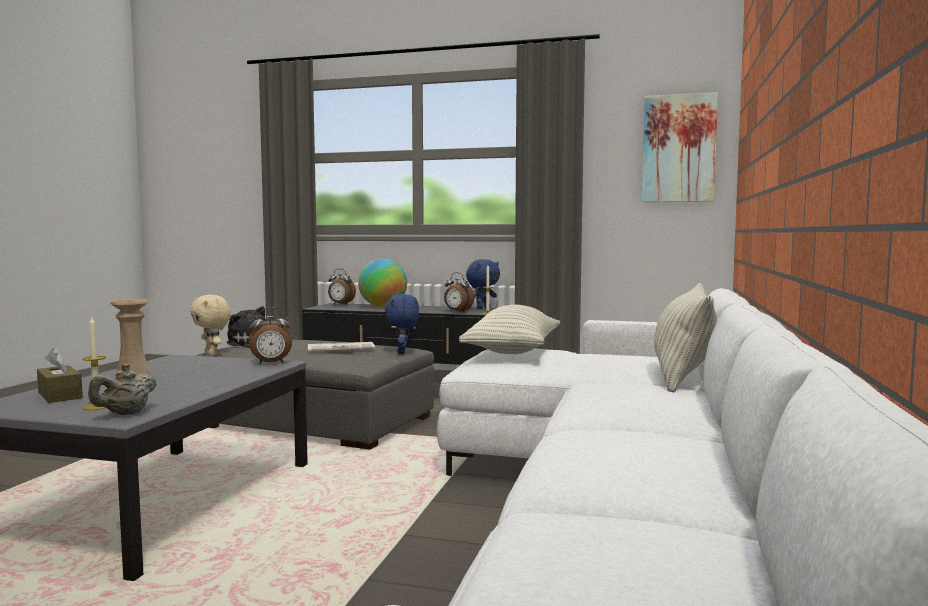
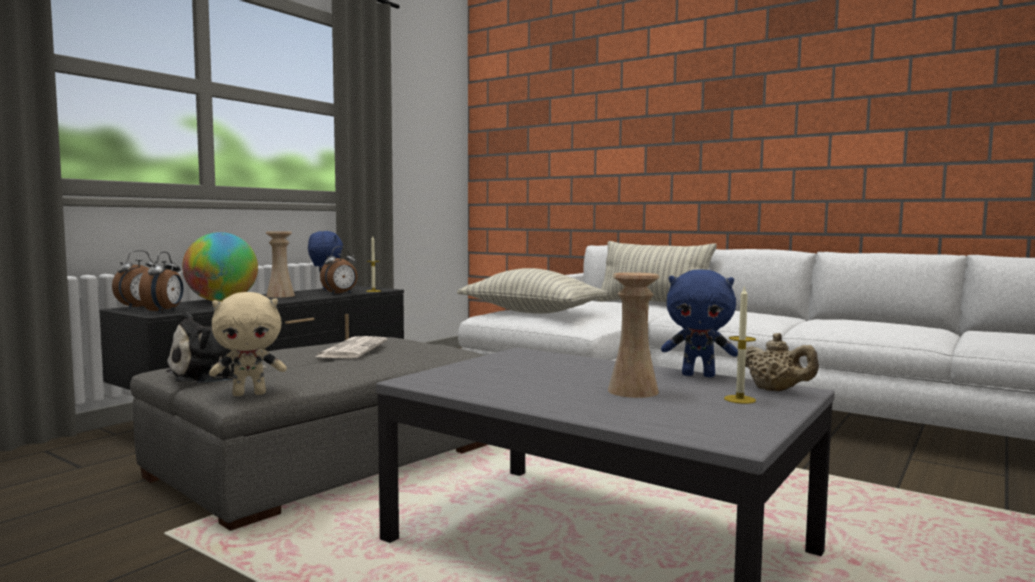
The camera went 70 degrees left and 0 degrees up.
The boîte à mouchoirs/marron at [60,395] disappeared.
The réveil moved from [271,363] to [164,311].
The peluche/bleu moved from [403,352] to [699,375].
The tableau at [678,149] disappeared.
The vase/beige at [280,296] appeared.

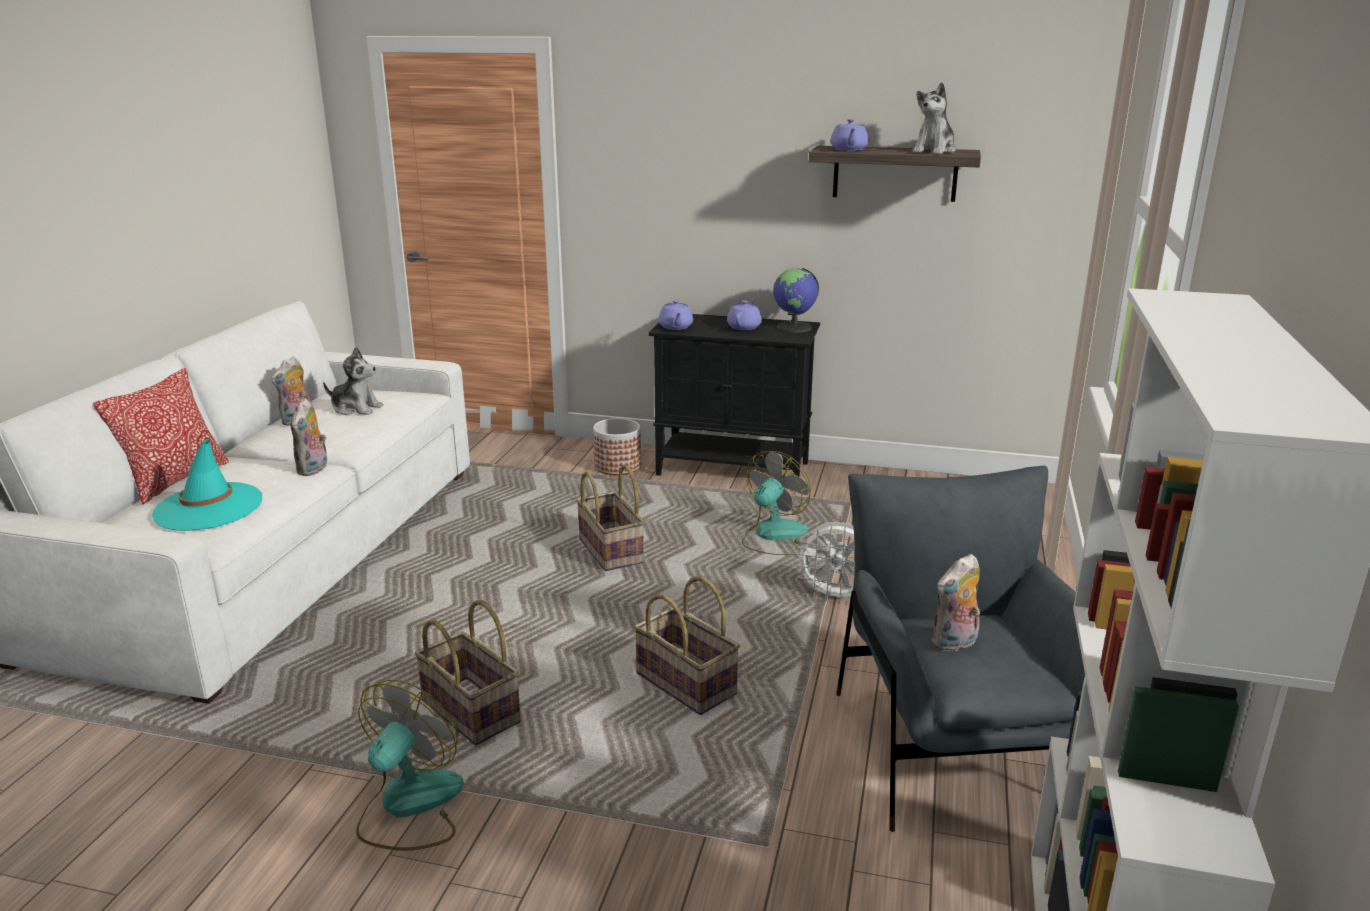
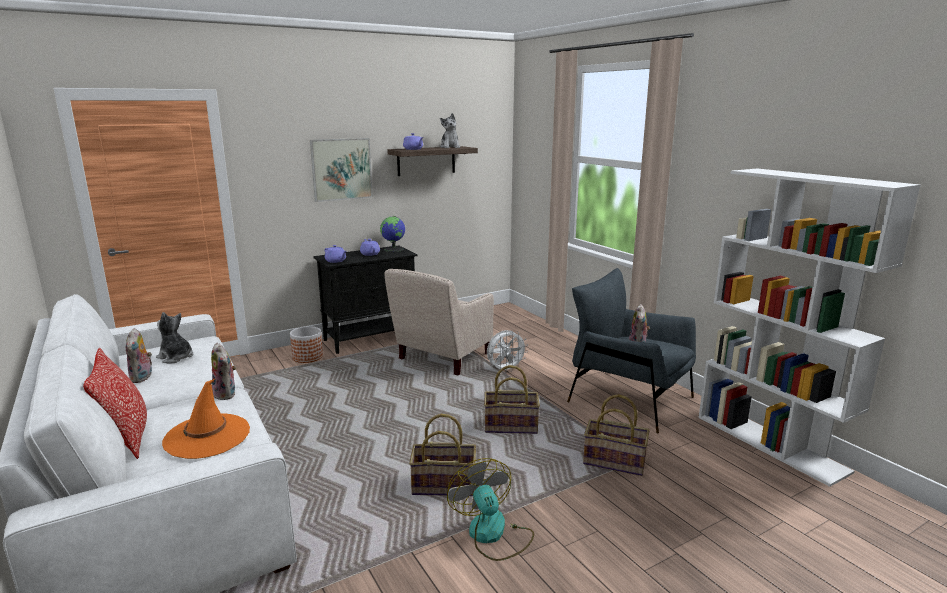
The camera went 45 degrees left and 5 degrees down.
The chapeau/turquoise at [208,507] became the chapeau/orange at [207,436].
The peluche at [356,408] turned 120 degrees counterclockwise.
The panier moved from [612,551] to [614,461].
The ventilateur at [773,537] was replaced by the fauteuil/beige at [440,358].
The tableau at [341,169] appeared.

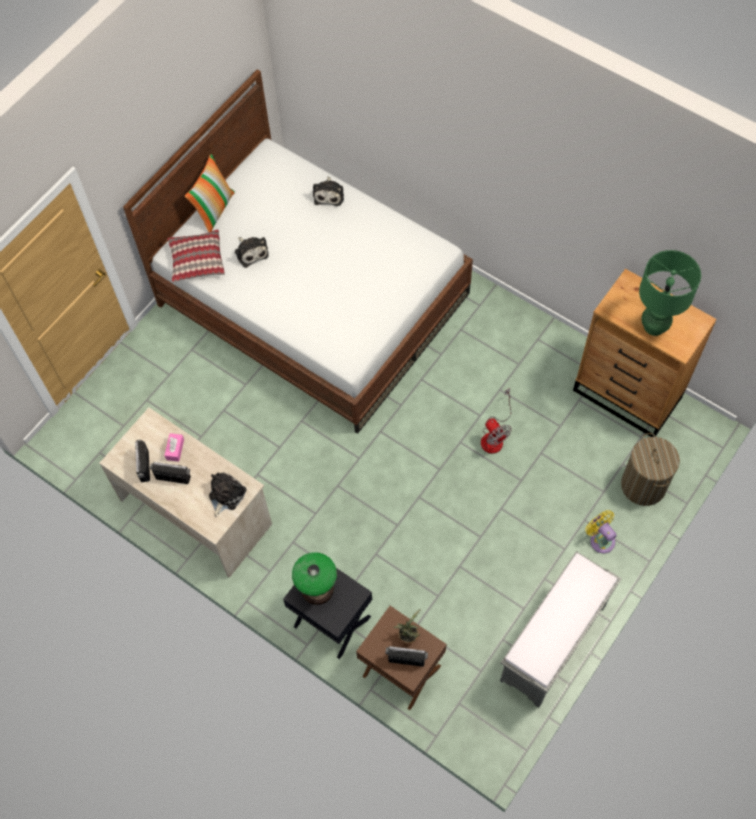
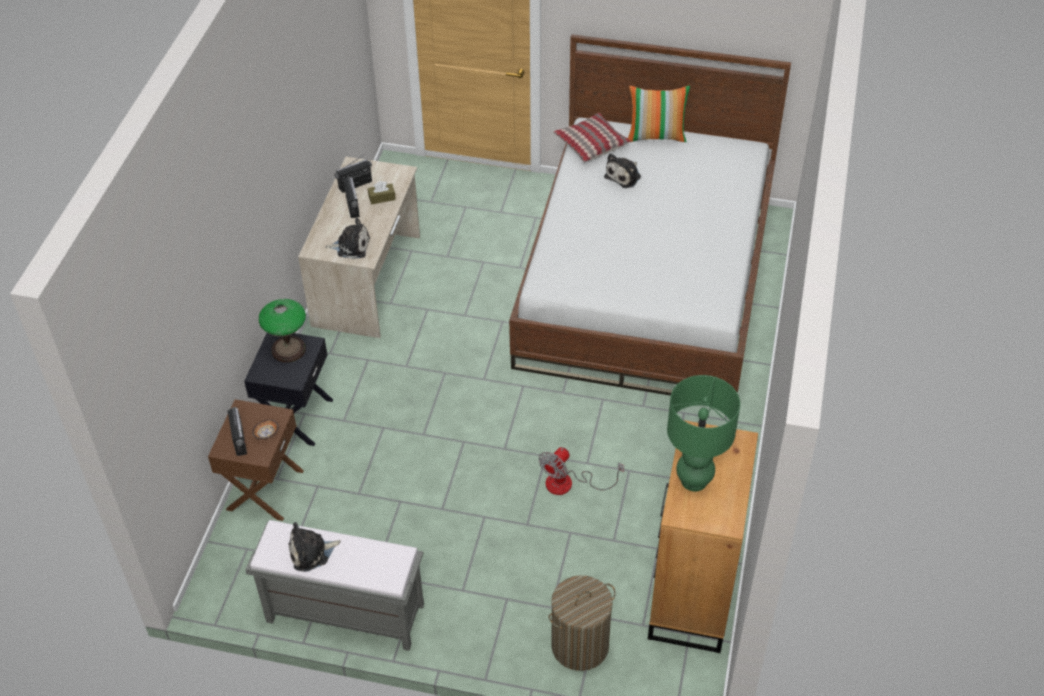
The camera went 65 degrees right and 15 degrees down.
The boîte à mouchoirs/rose at [175,449] became the boîte à mouchoirs/marron at [382,198].
The peluche moved from [329,194] to [311,552].
The plante en pot at [408,635] was replaced by the bol at [265,433].
The ventilateur/jaune at [600,539] disappeared.

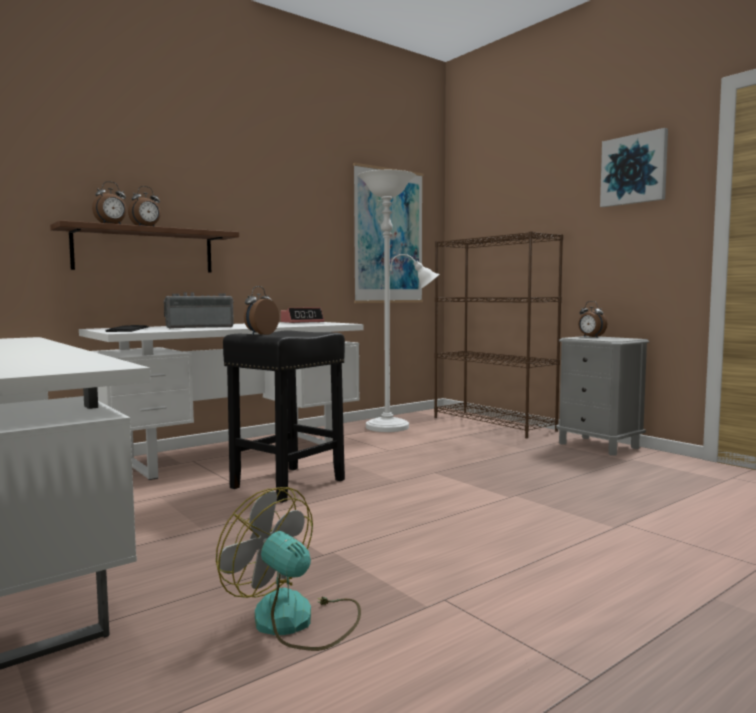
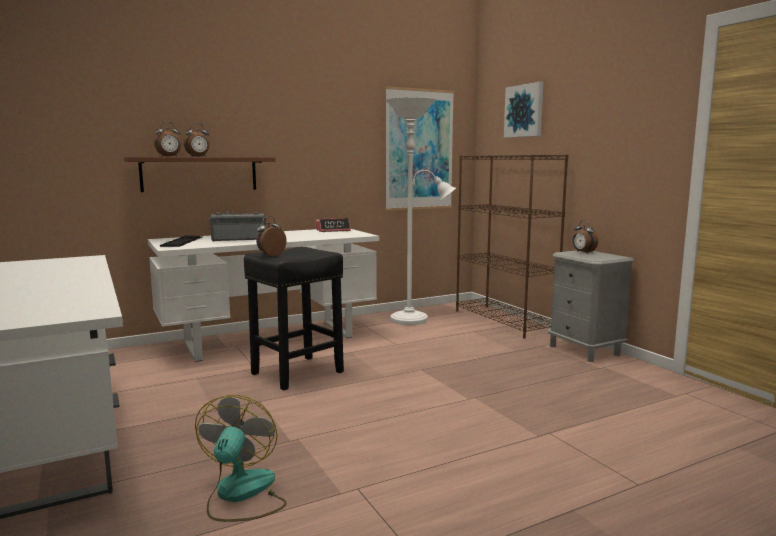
The camera went 10 degrees right and 5 degrees up.
The ventilateur at [296,621] turned 45 degrees clockwise.
The tableau moved from [634,169] to [524,111].

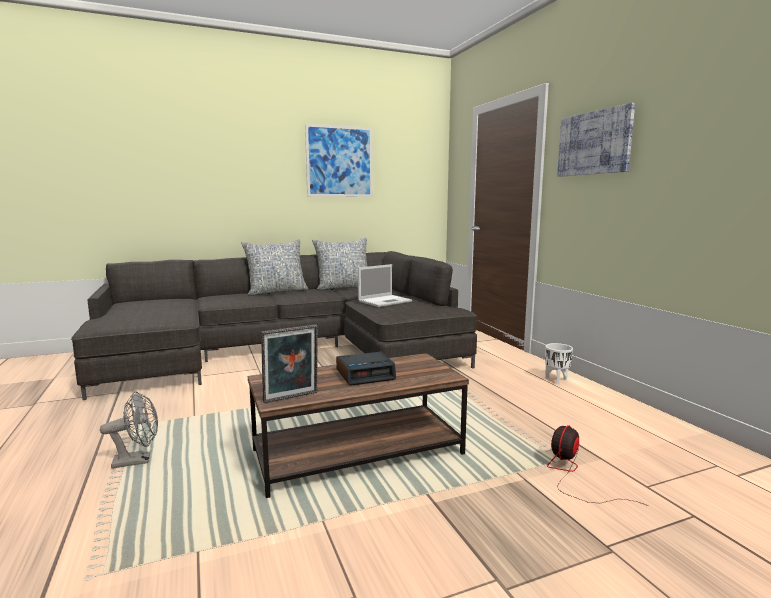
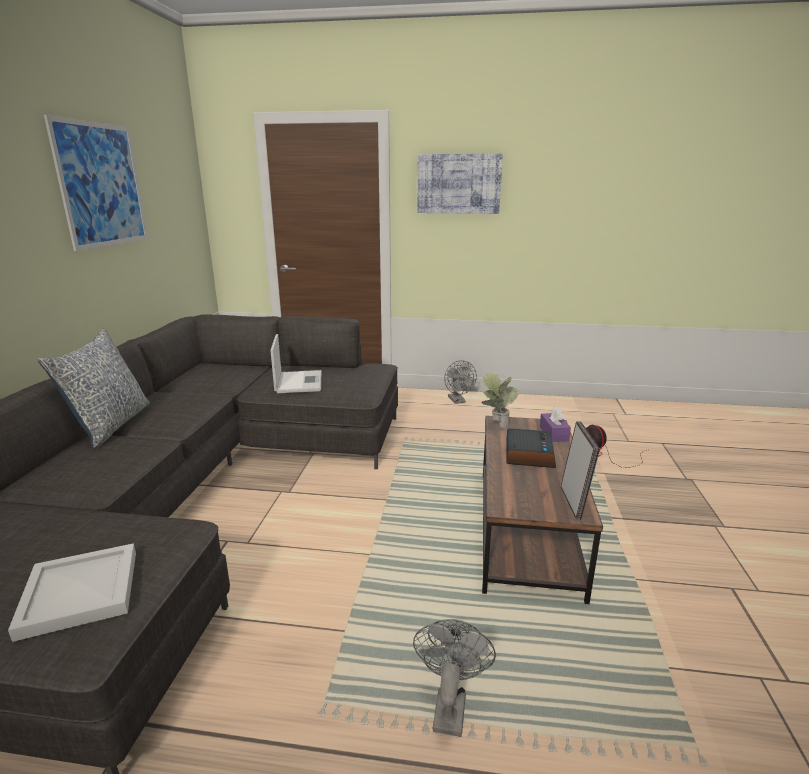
The camera went 60 degrees left and 10 degrees up.
The coussin at [343,287] disappeared.
The cache-pot/blanc at [557,380] was replaced by the ventilateur/gris at [458,401].
The plateau/blanc at [79,592] appeared.
The plante en pot at [496,424] appeared.
The boîte à mouchoirs/violet at [553,433] appeared.

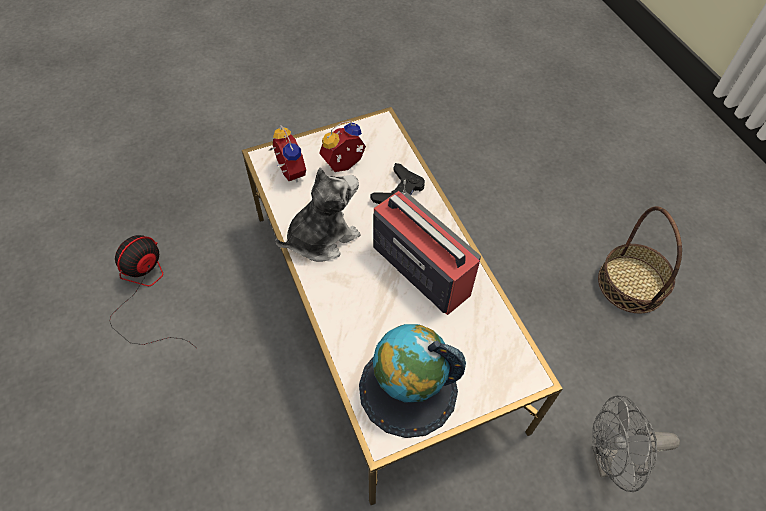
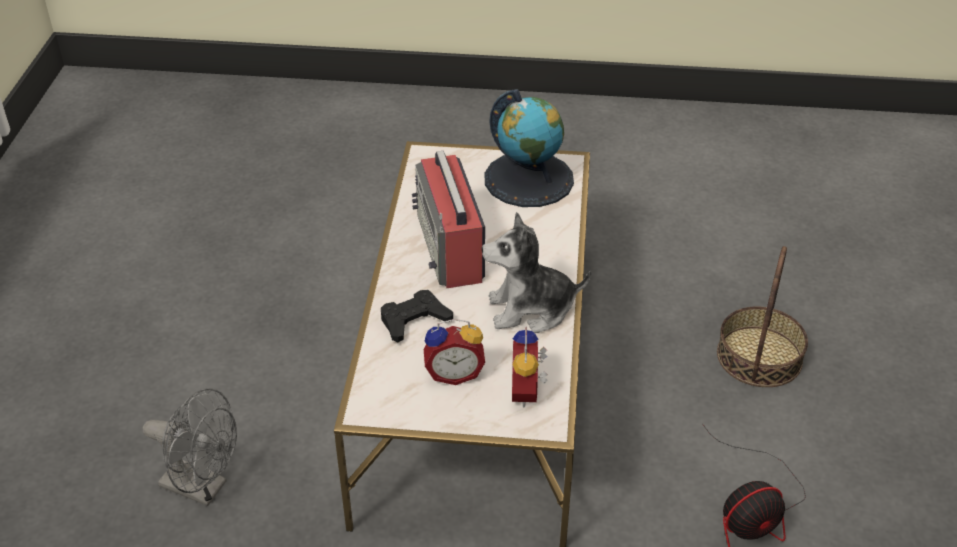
The camera went 150 degrees left and 15 degrees down.
The ventilateur/gris moved from [611,462] to [202,487].
The panier moved from [631,284] to [759,356].

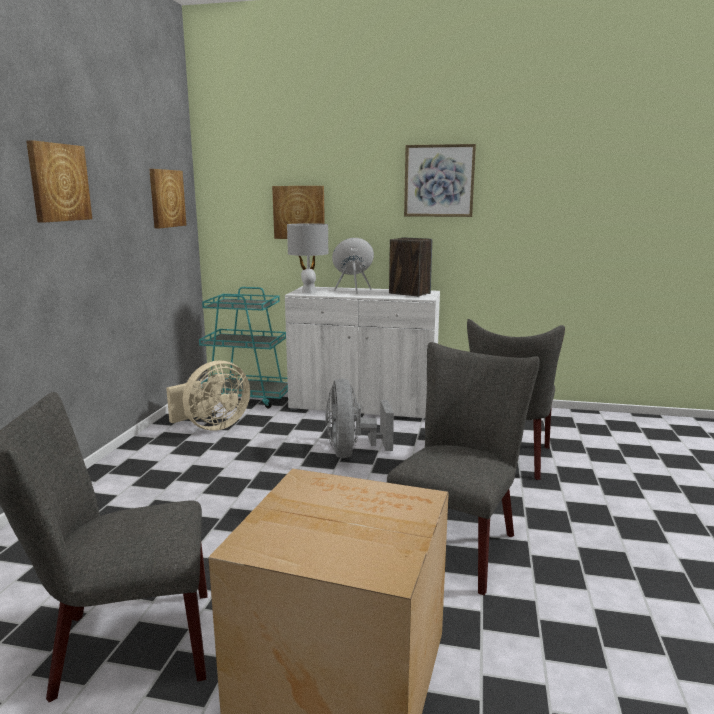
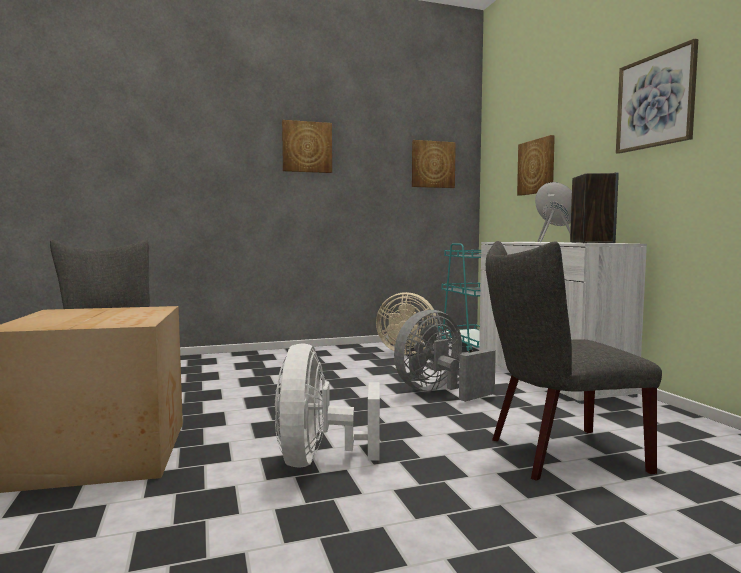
The camera went 60 degrees right and 10 degrees down.
The lampe de table/gris at [309,292] disappeared.
The chaise/gris at [457,543] was replaced by the ventilateur/blanc at [318,460].

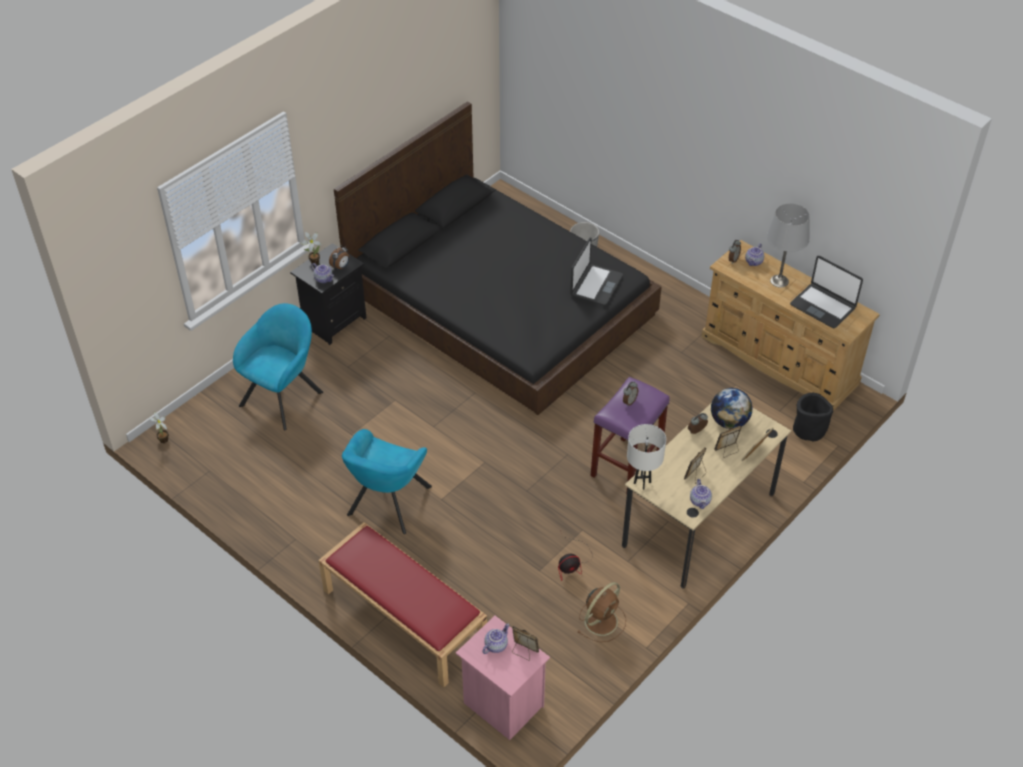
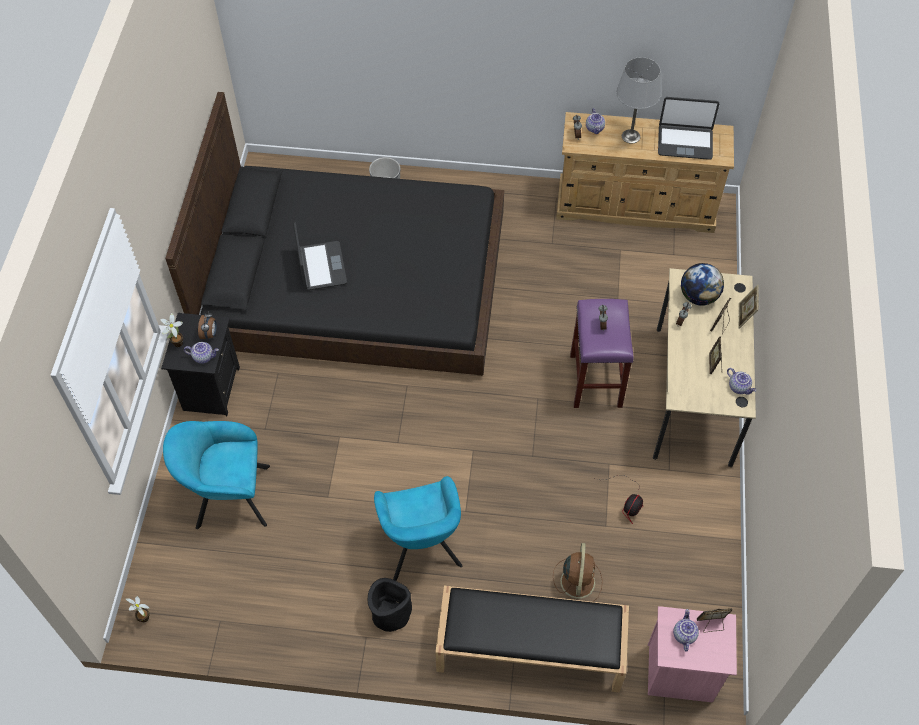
The camera went 35 degrees left and 10 degrees up.
The fauteuil/turquoise at [284,396] turned 90 degrees counterclockwise.
The banc/rouge at [403,617] became the banc/noir at [529,649].
The ordinateur portable moved from [595,285] to [321,266].
The ventilateur/marron moved from [602,620] to [577,580].
The lampe de table/blanc at [642,483] disappeared.
The cache-pot/noir moved from [809,430] to [391,613].

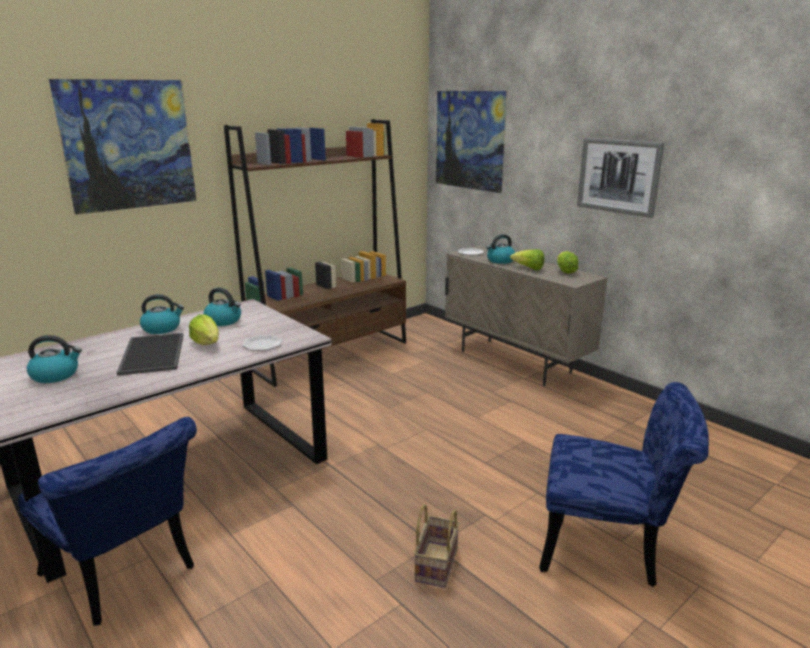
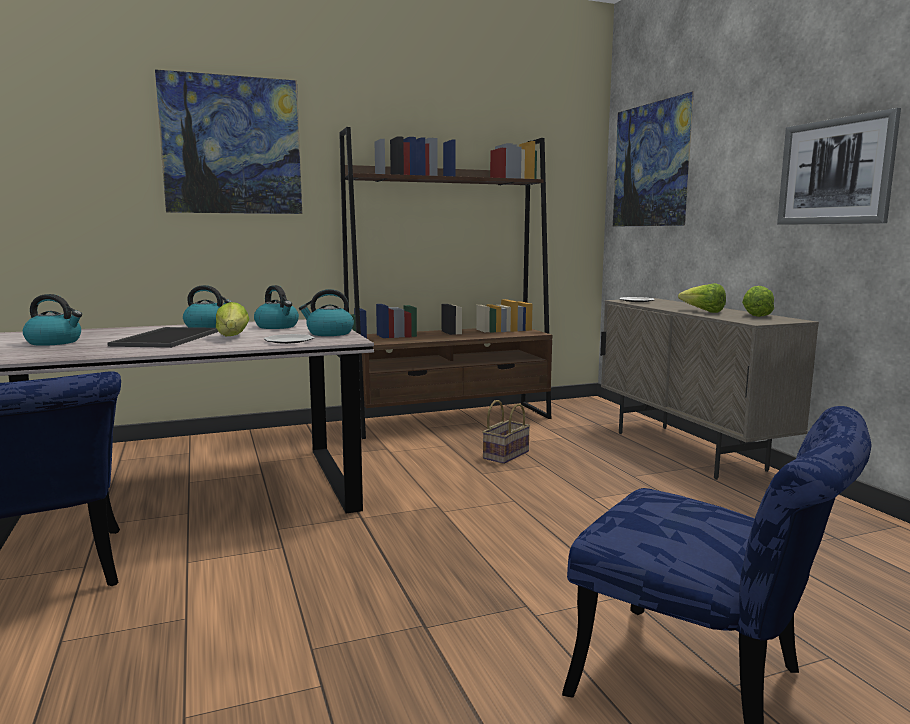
The camera went 20 degrees right and 10 degrees down.
The panier moved from [435,563] to [506,454].
The bouilloire moved from [500,261] to [329,333].

